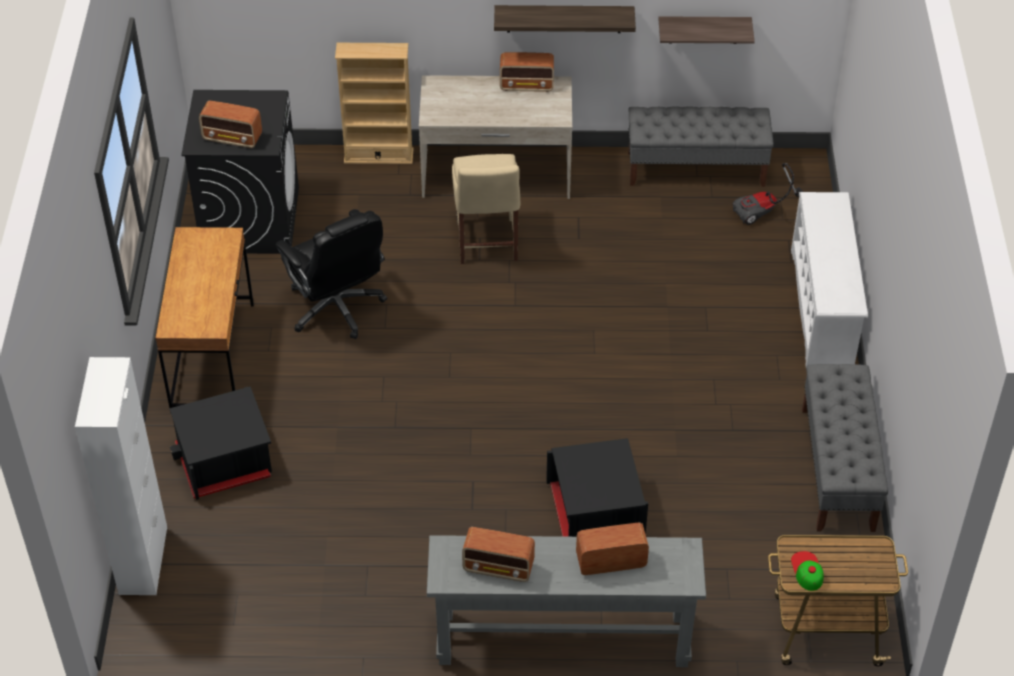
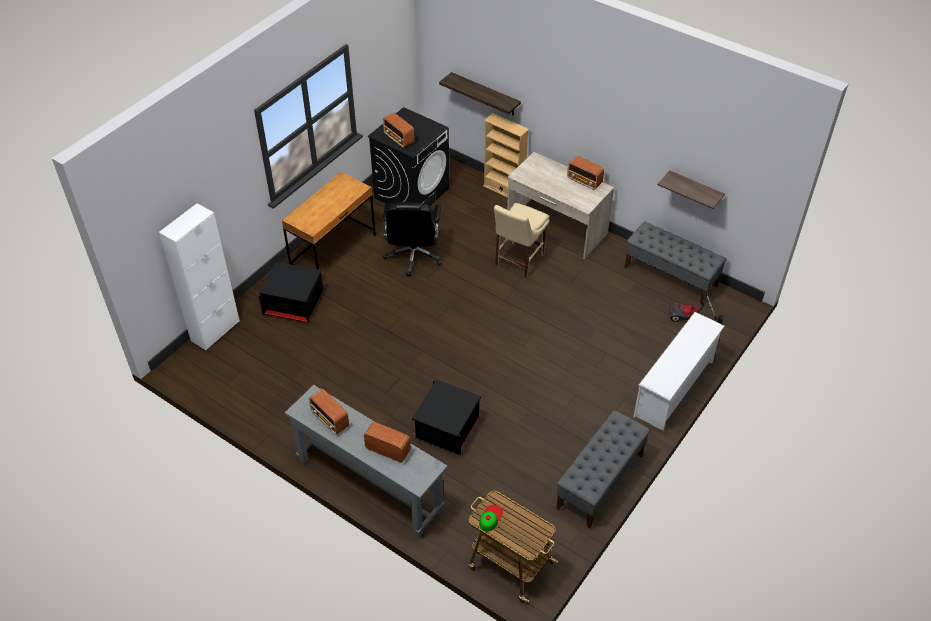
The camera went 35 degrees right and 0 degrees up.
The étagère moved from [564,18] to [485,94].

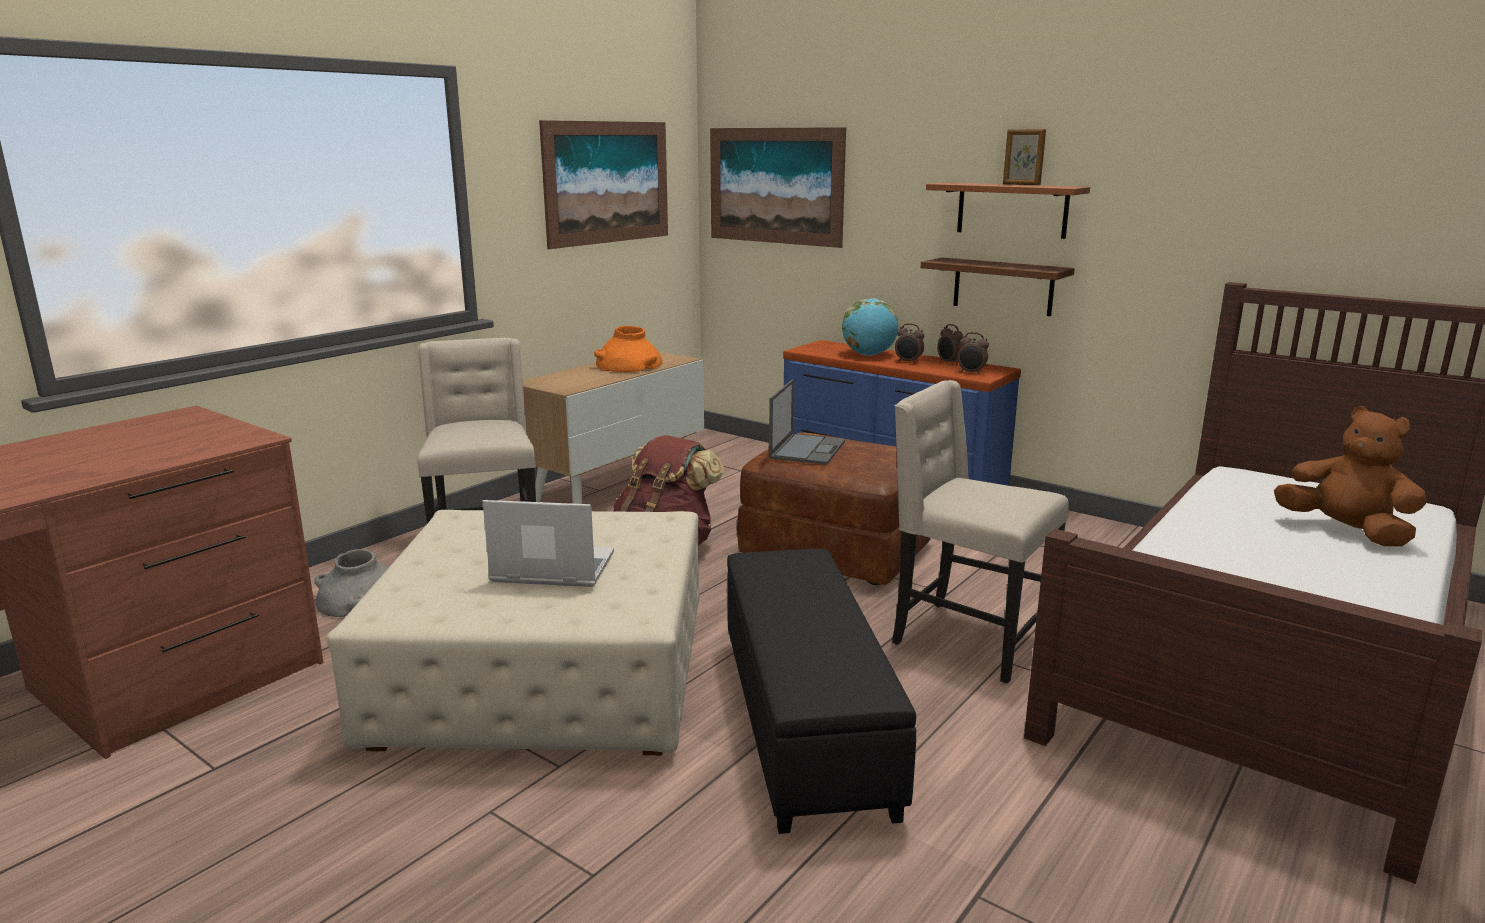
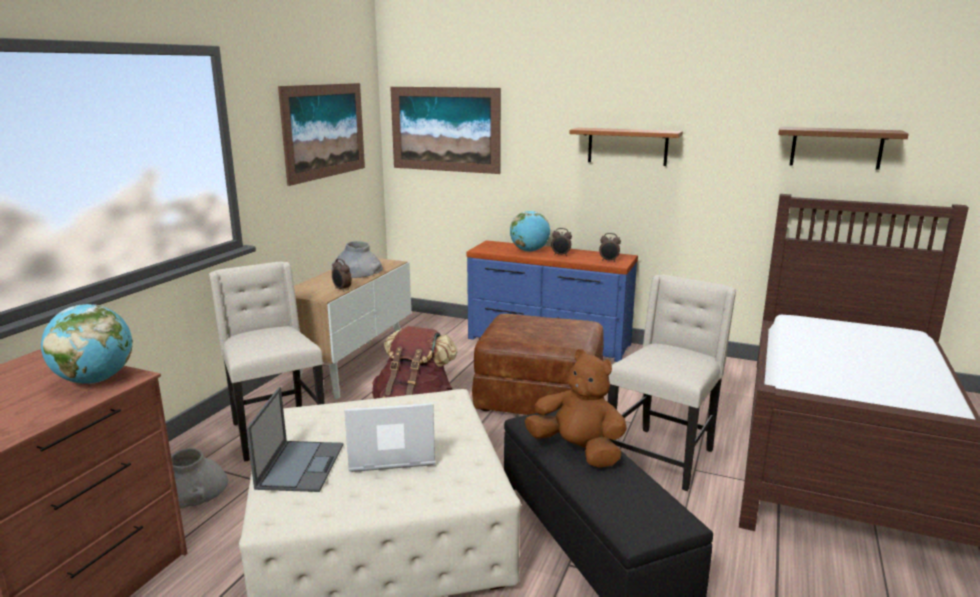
The camera went 15 degrees left and 0 degrees up.
The vase/orange at [629,365] became the vase/gris at [357,271].
The ordinateur portable moved from [807,449] to [300,465].
The chaise/beige at [967,639] turned 105 degrees clockwise.
The étagère/marron moved from [1003,286] to [836,148].
The réveil moved from [949,363] to [342,289].
The cadre photo at [1021,184] disappeared.
The peluche/marron moved from [1345,531] to [578,451].
The globe at [95,380] appeared.

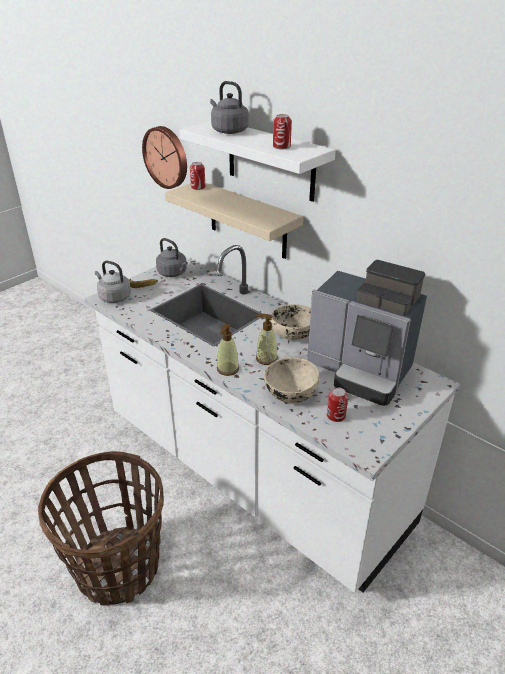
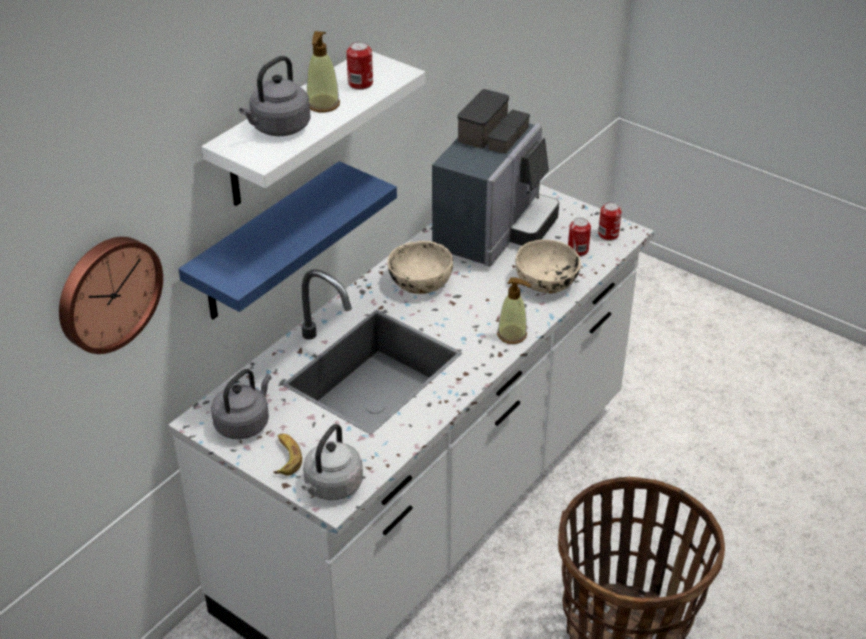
The camera went 95 degrees left and 5 degrees up.
The étagère/beige at [247,220] became the étagère/bleu at [266,244].
The boîte métallique moved from [198,187] to [608,234].
The distributeur de savon moved from [266,358] to [323,104].

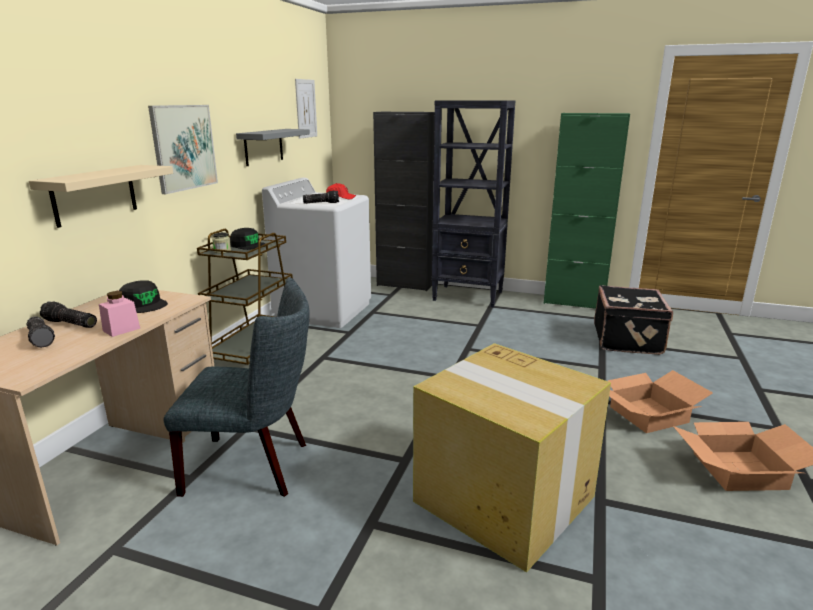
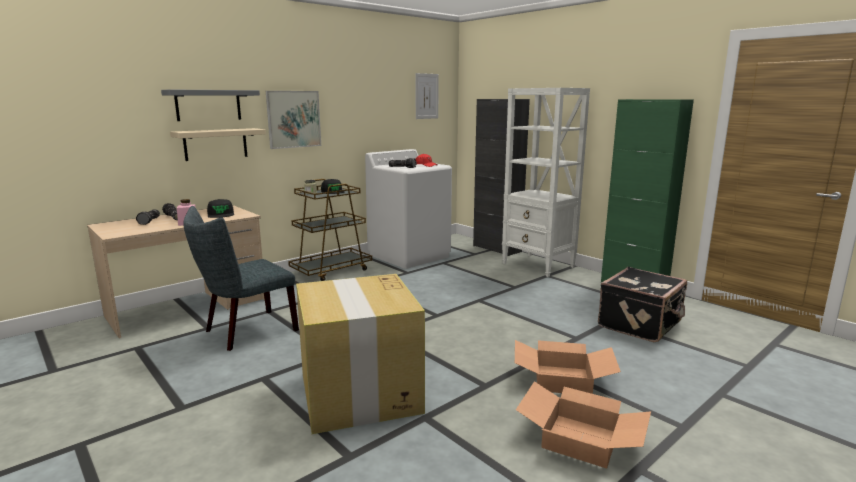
The camera went 30 degrees right and 5 degrees down.
The chaise/gris at [255,466] turned 105 degrees clockwise.
The étagère/gris moved from [263,146] to [208,105].
The bibliothèque/noir at [468,296] became the bibliothèque/blanc at [538,265].

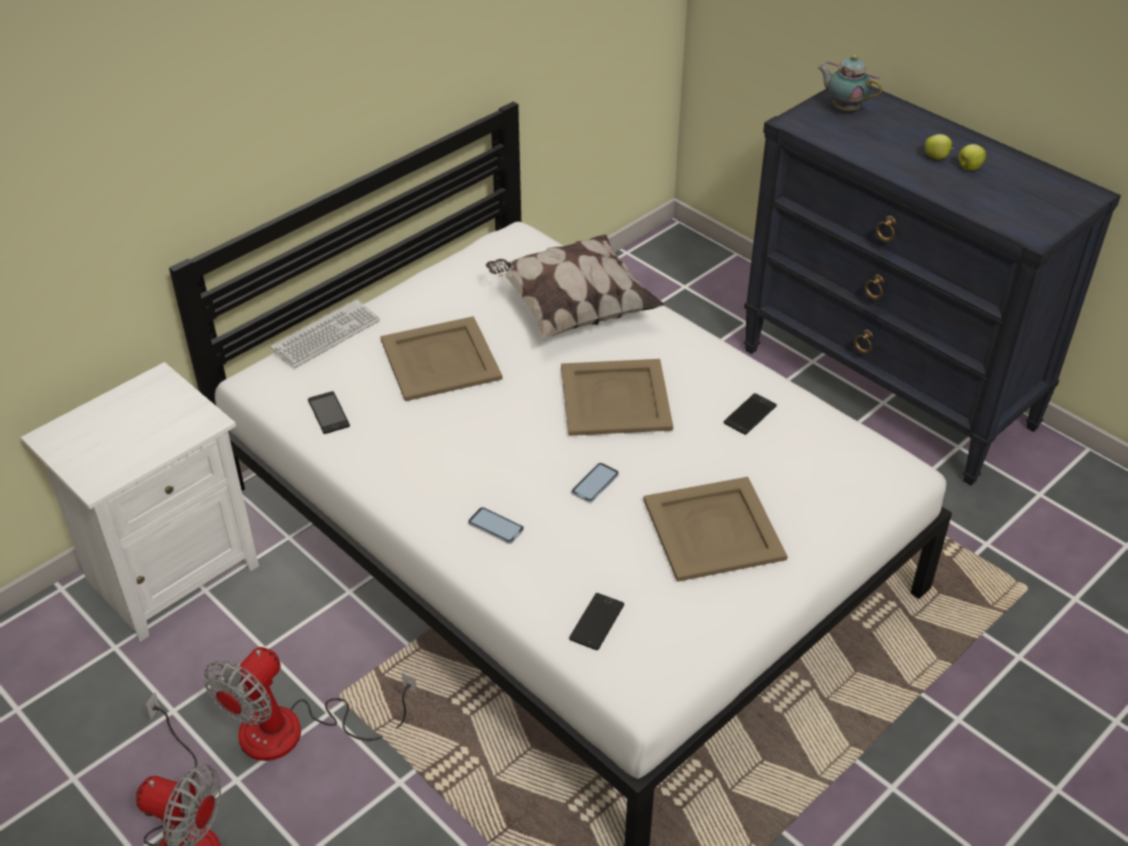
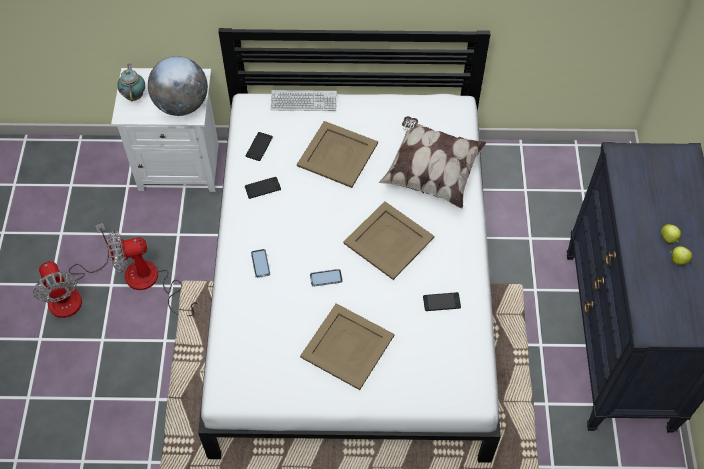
The camera went 45 degrees right and 15 degrees up.
The téléphone moved from [597,622] to [262,188].
The théière moved from [844,108] to [134,95].
The globe at [182,105] appeared.

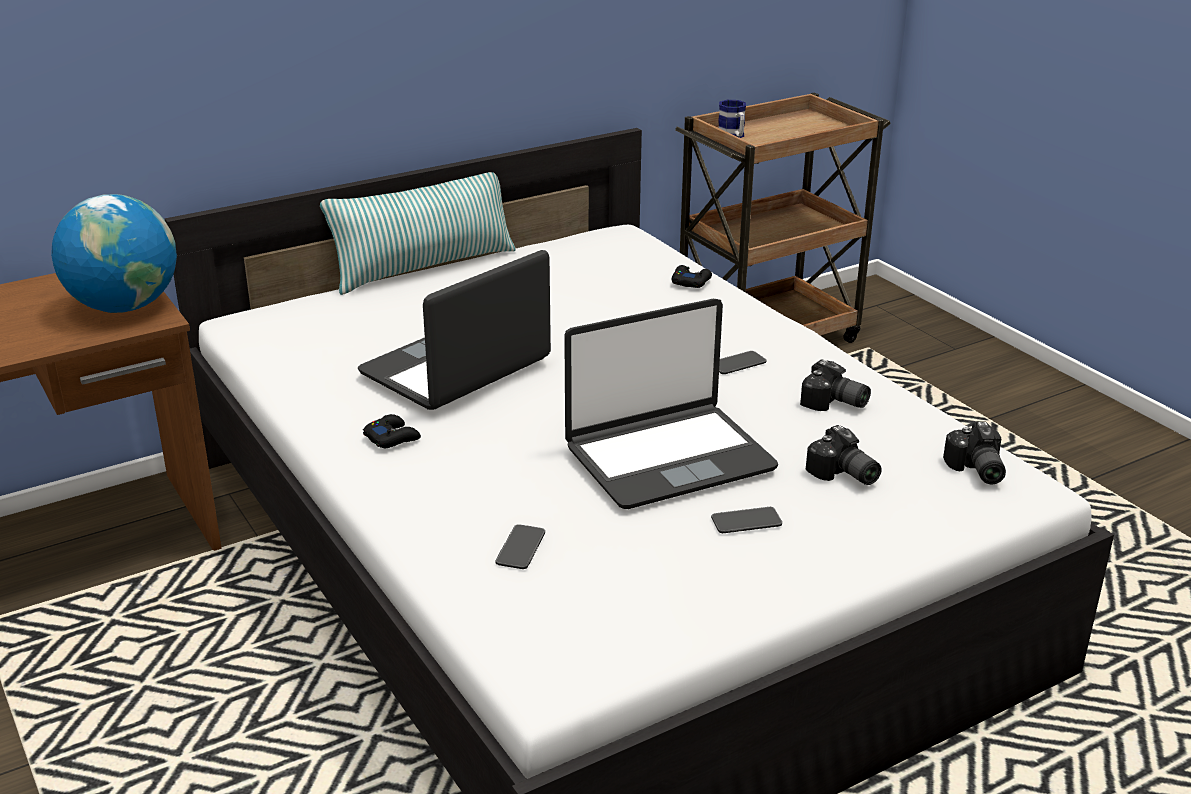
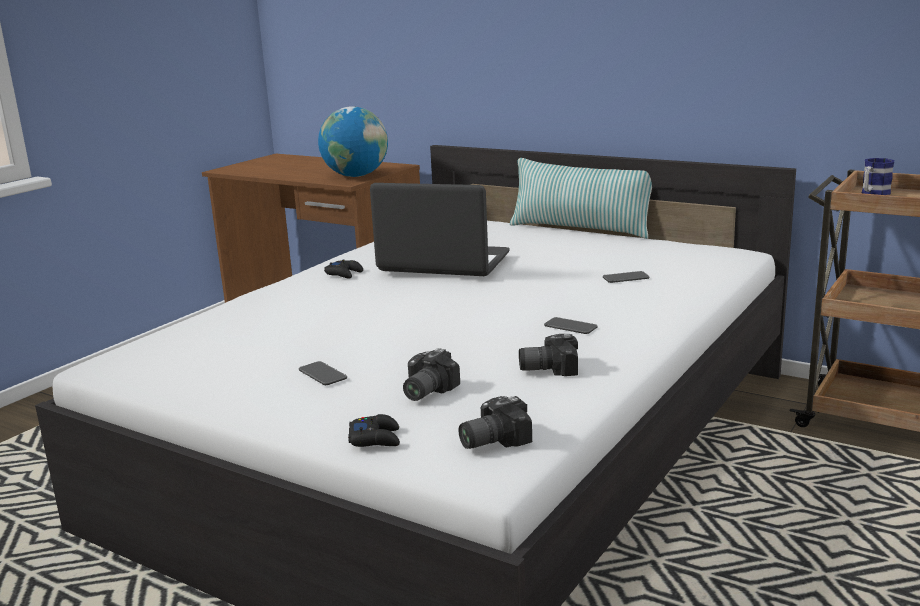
The camera went 65 degrees right and 10 degrees down.
The téléphone moved from [520,548] to [625,278].
The ordinateur portable at [668,457] disappeared.
The manette/noir moved from [690,282] to [375,438].
The appareil photo at [834,404] turned 75 degrees clockwise.

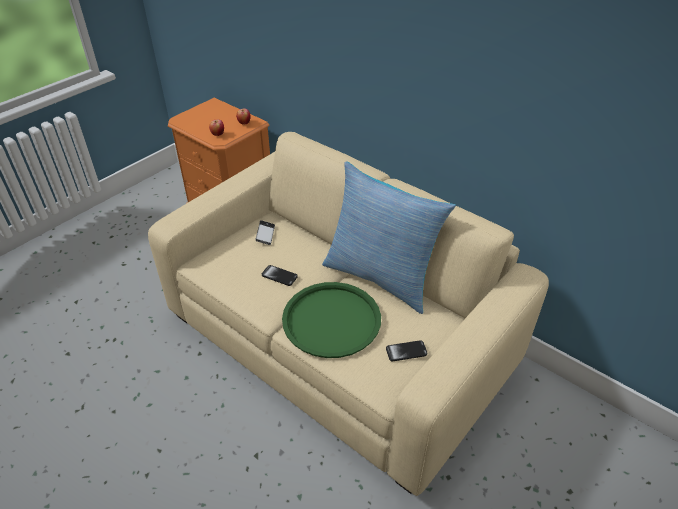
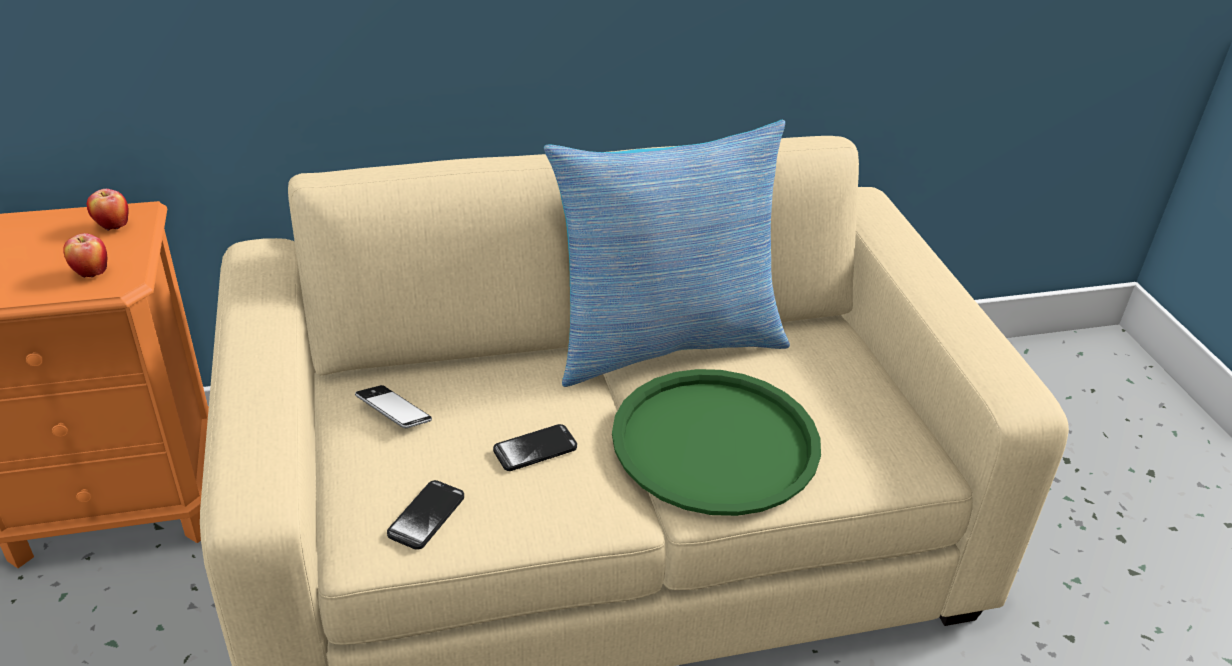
The camera went 55 degrees left and 5 degrees down.
The téléphone moved from [406,351] to [426,516].

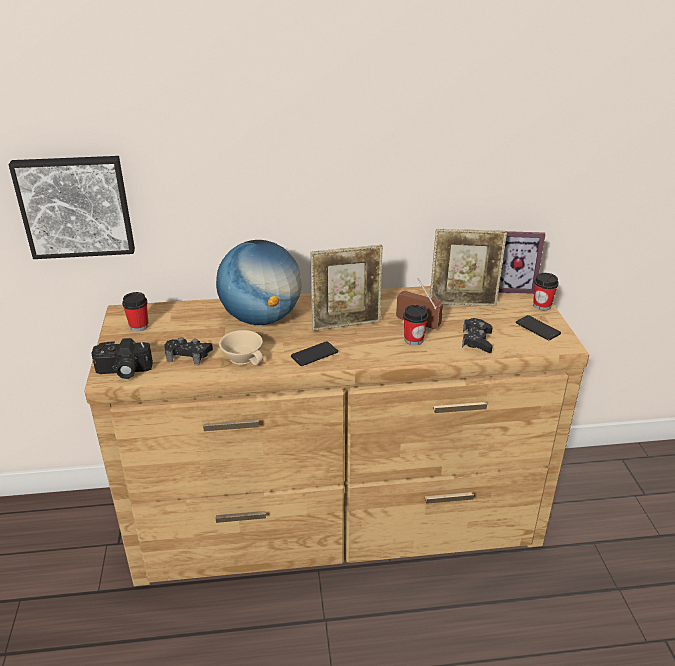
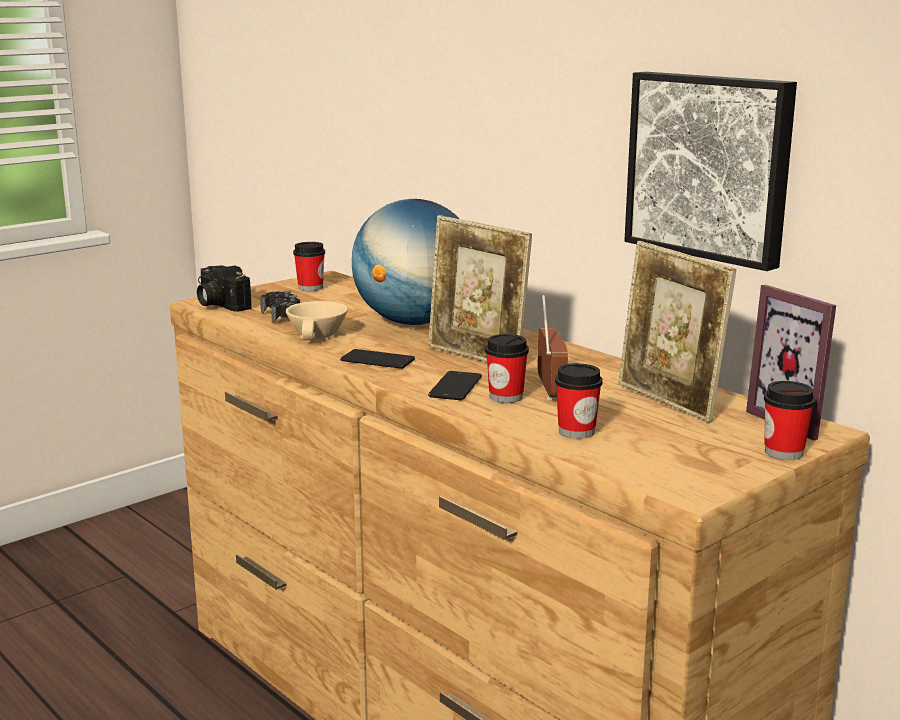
The camera went 55 degrees right and 15 degrees down.
The tableau moved from [76,206] to [710,166].
The manette/noir at [477,340] was replaced by the tasse at [576,431].
The téléphone moved from [537,328] to [455,387].

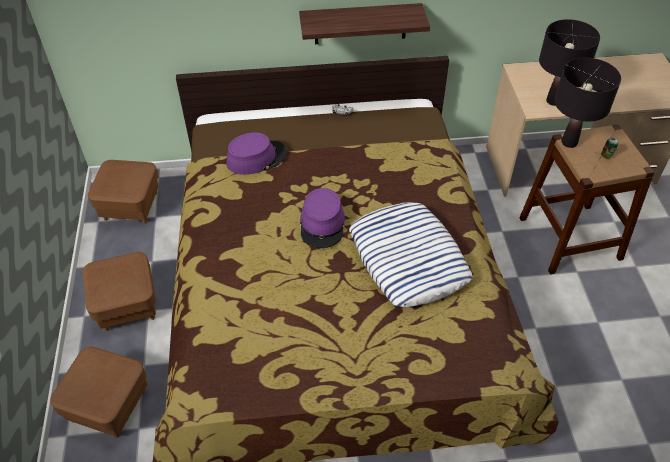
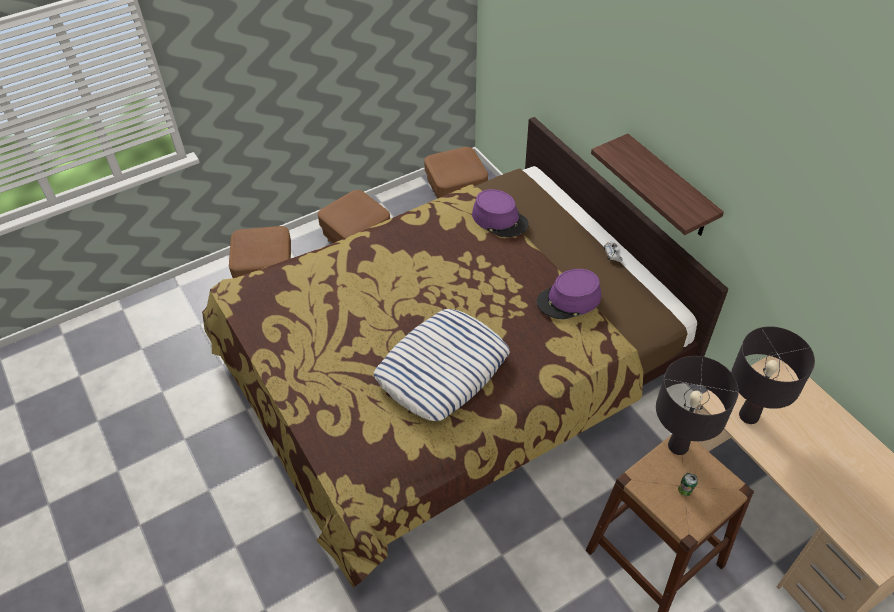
The camera went 65 degrees right and 0 degrees up.
The chapeau/violet moved from [322,224] to [569,300].

